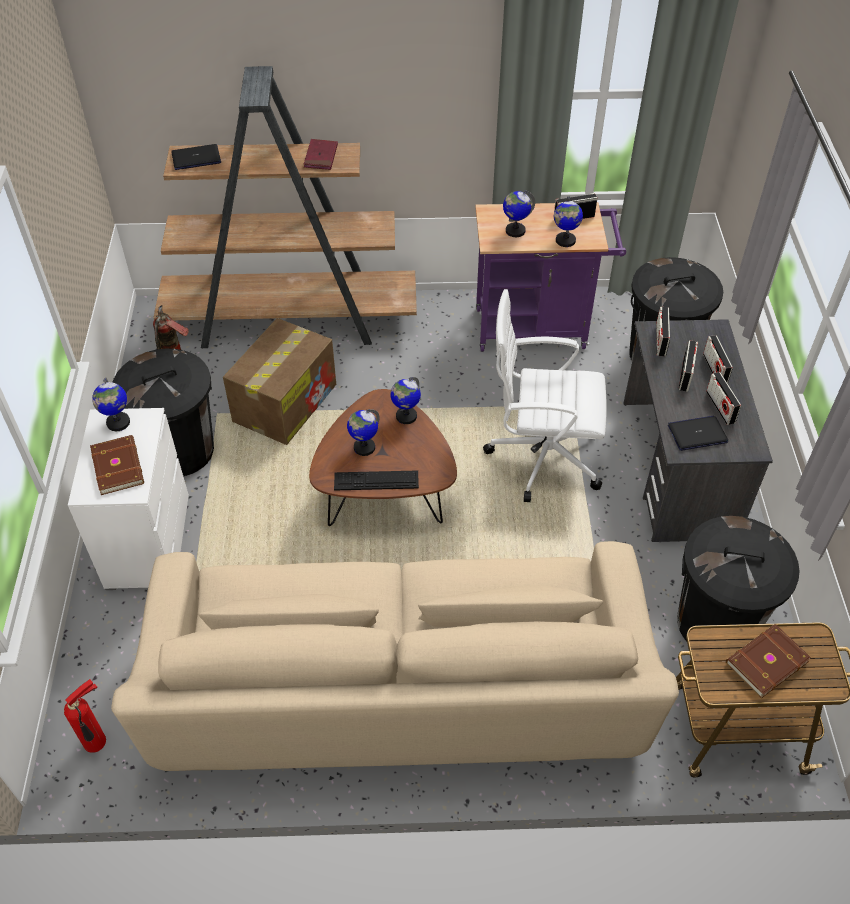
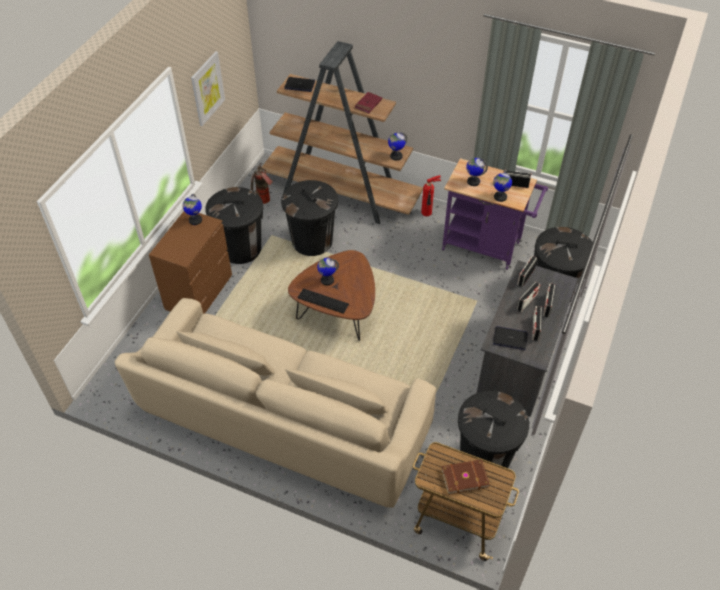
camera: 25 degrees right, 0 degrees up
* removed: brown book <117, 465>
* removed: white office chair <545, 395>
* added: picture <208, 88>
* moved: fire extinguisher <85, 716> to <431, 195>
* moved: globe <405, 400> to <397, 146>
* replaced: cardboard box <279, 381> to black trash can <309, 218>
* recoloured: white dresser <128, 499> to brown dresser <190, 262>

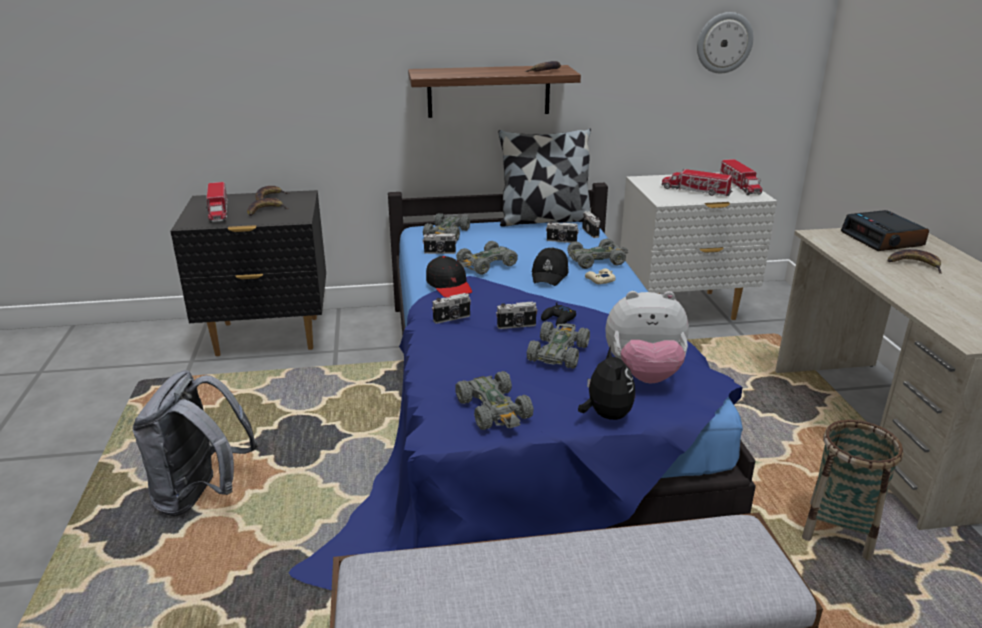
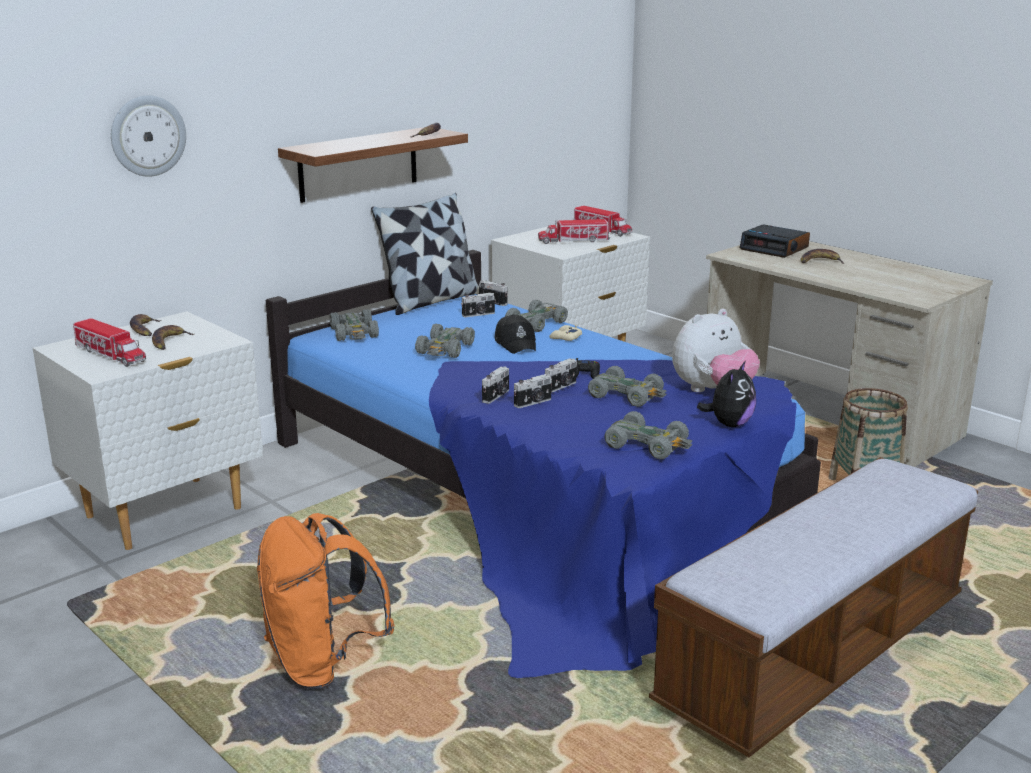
camera: 35 degrees left, 5 degrees down
* removed: black cap <449, 277>
* moved: photo camera <440, 243> to <533, 391>
* moved: wall clock <725, 42> to <148, 136>
* recoloured: grey backpack <196, 443> to orange backpack <326, 601>
* recoloured: black nightstand <248, 273> to white nightstand <148, 431>
* turned: grey toy car <558, 345> = <627, 386> 135 degrees clockwise
* turned: plush toy <607, 383> = <726, 394> 75 degrees clockwise

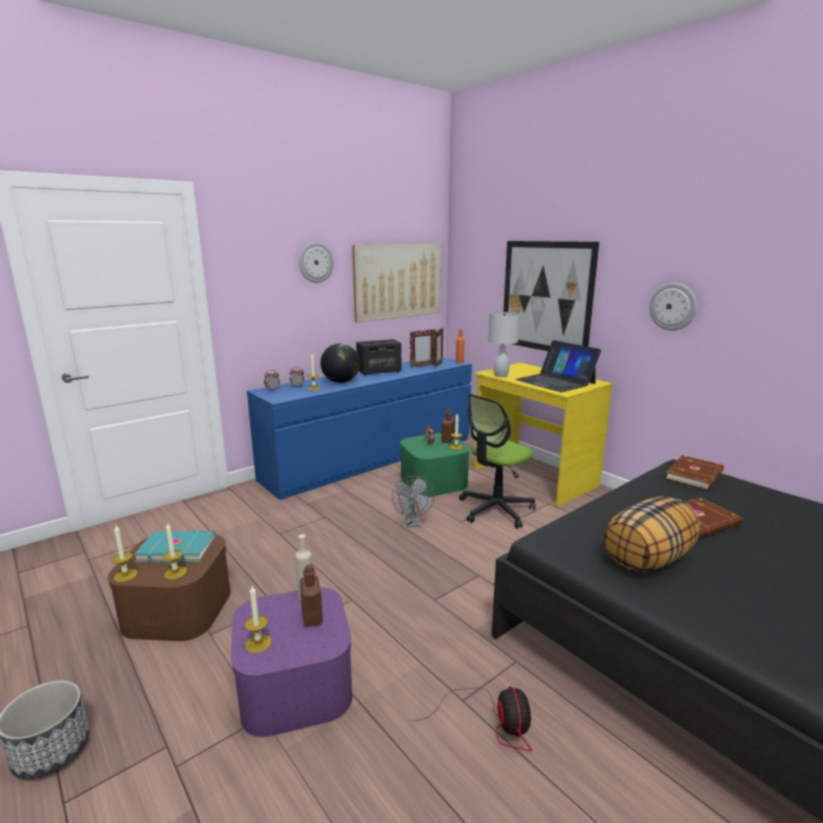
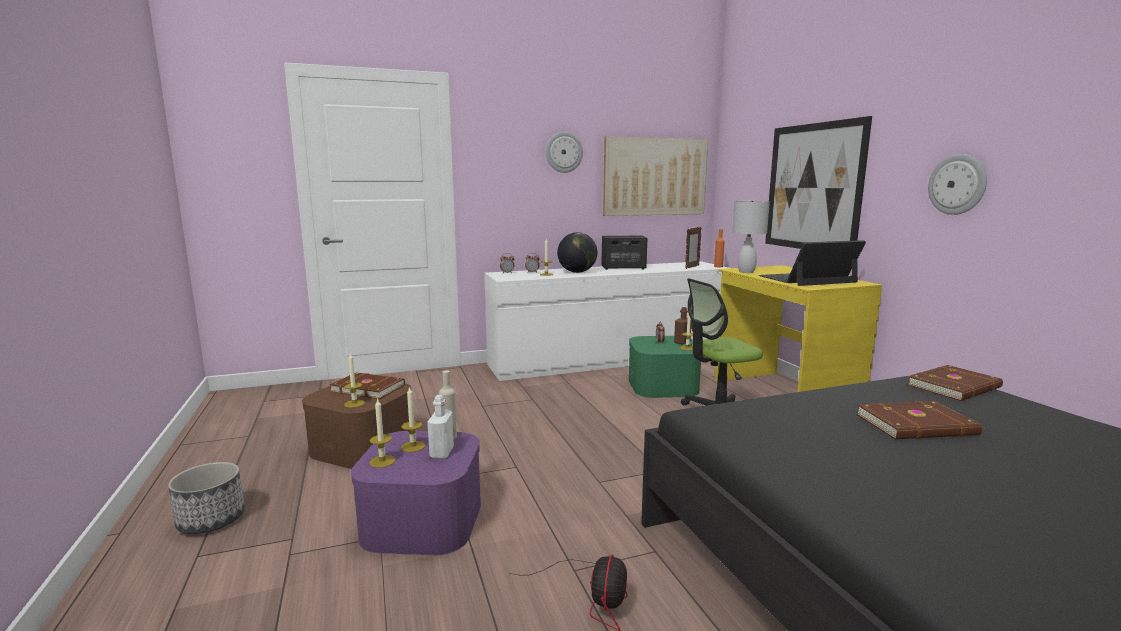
camera: 20 degrees right, 5 degrees down
* removed: grey fan <413, 501>
* removed: picture frame <422, 348>
* removed: pillow <651, 534>
* moved: candle <125, 553> to <413, 419>
* recoloured: turquoise book <175, 546> to brown book <367, 385>
* recoloured: blue dresser <359, 428> to white dresser <606, 321>
* recoloured: brown bottle <311, 595> to white bottle <440, 427>
* turned: laptop <558, 366> = <812, 263> 90 degrees clockwise

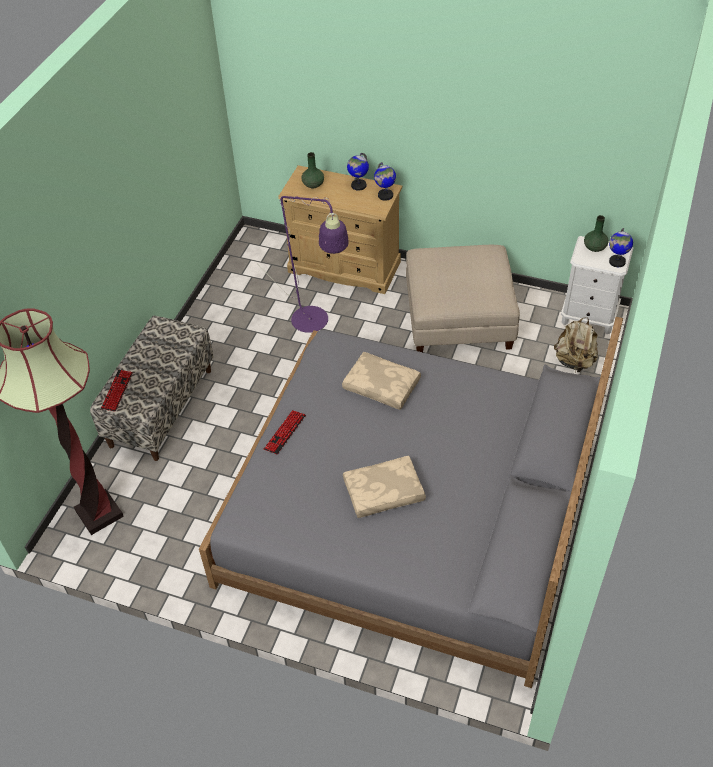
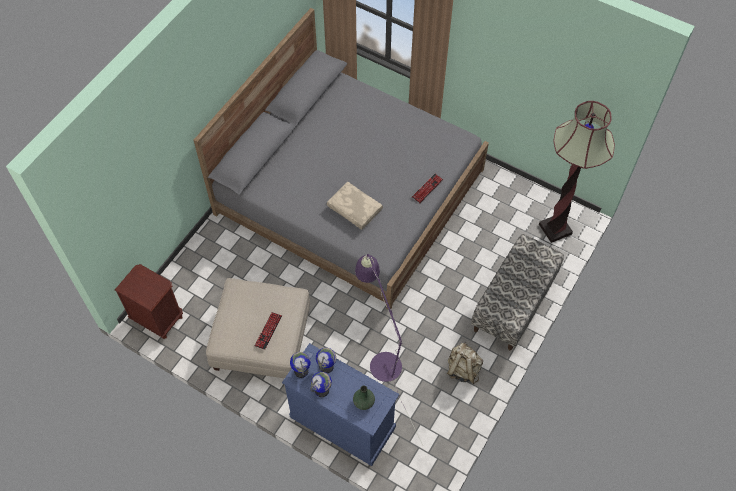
camera: 170 degrees left, 10 degrees up
* removed: beige pillow <384, 487>
* removed: green vase <596, 233>
* moved: keyboard <117, 390> to <268, 331>
* moved: beige backpack <576, 344> to <465, 363>
* moved: globe <621, 247> to <326, 360>
* recoloured: beige dresser <340, 229> to blue dresser <341, 404>
* recoloured: white nightstand <597, 285> to brown nightstand <149, 301>

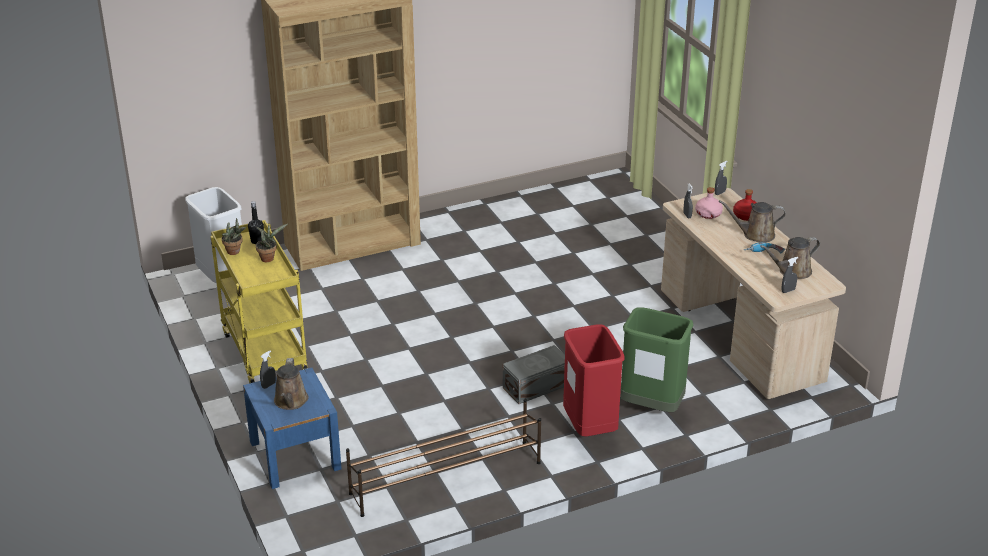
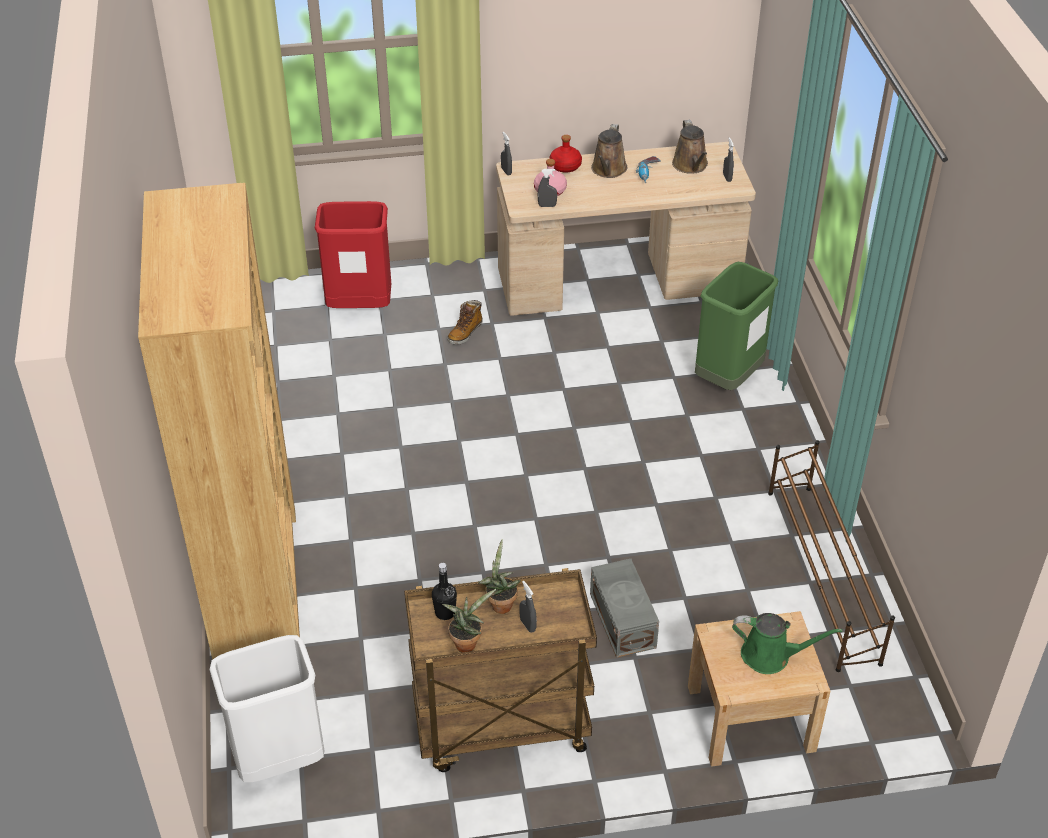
camera: 75 degrees left, 10 degrees up
* added: boot <465, 322>
* moved: grey spray bottle <268, 369> to <528, 606>
* moved: grey storage box <534, 374> to <624, 608>
* moved: red trash can <594, 380> to <352, 254>
* recoloured: yellow cart <259, 302> to brown cart <500, 670>
* recoloured: blue nightstand <292, 428> to beige nightstand <759, 689>
* recoloured: brown watering can <291, 384> to green watering can <787, 643>

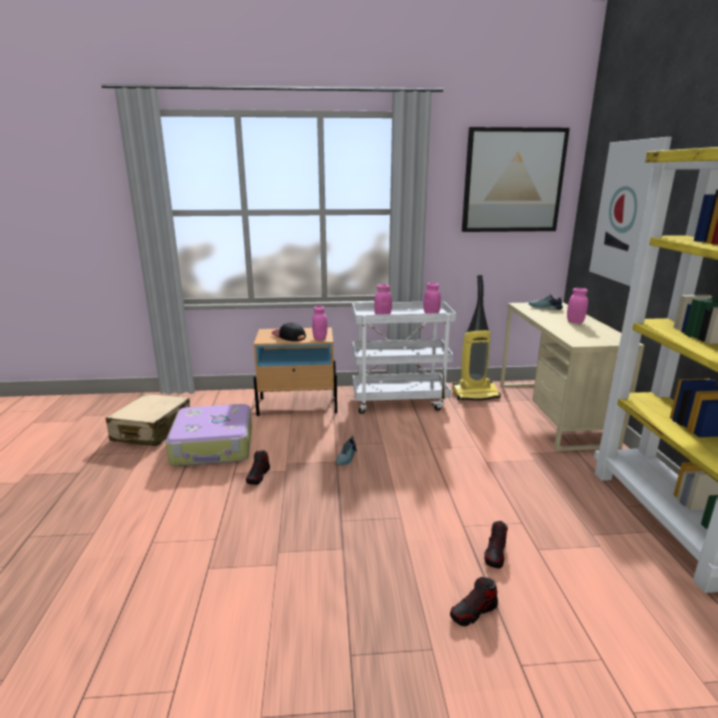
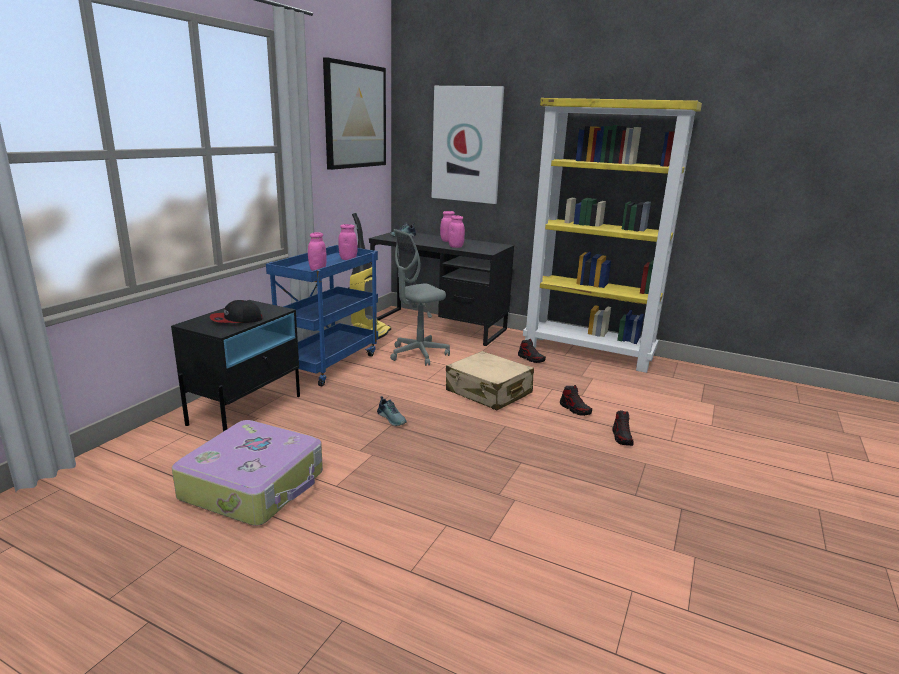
camera: 60 degrees left, 0 degrees up
* added: grey office chair <420, 297>
* moved: beige suitcase <148, 420> to <490, 380>
* moved: shoe <258, 467> to <532, 351>
* moved: pink jar <319, 323> to <456, 231>
* recoloured: beige nightstand <295, 371> to black nightstand <235, 366>
* recoloured: white cart <404, 357> to blue cart <322, 316>
* recoloured: beige desk <572, 376> to black desk <441, 289>

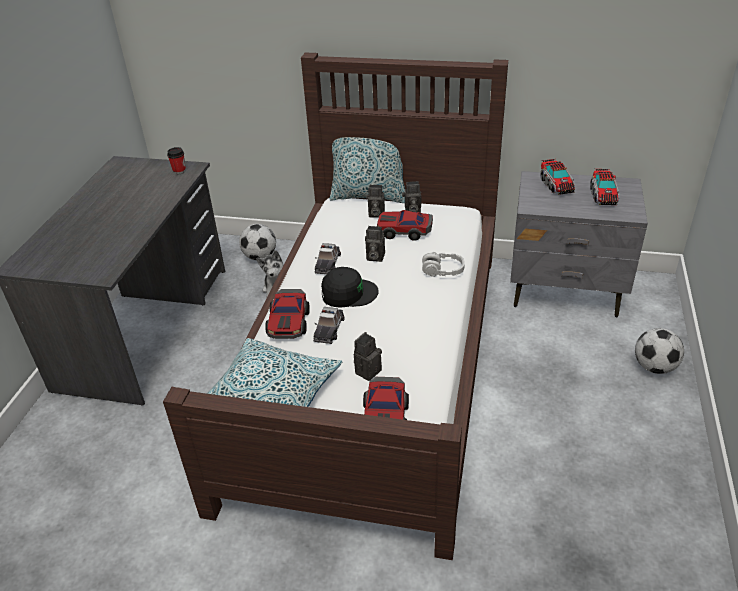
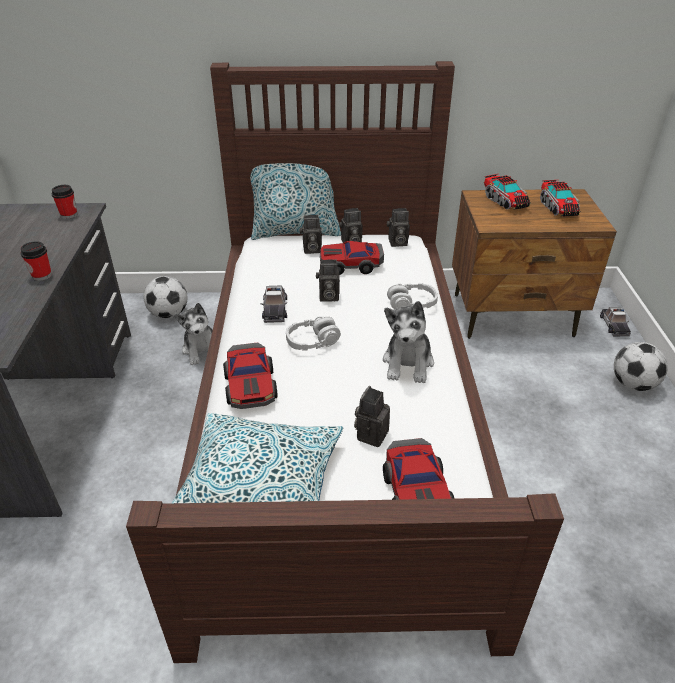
camera: 15 degrees left, 0 degrees up
* added: cup <36, 261>
* added: plush toy <408, 342>
* added: photo camera <398, 227>
* moved: toy car <329, 325> to <615, 321>
* replaced: black cap <350, 287> to grey headphones <313, 333>
* recoloured: grey nightstand <579, 244> to brown nightstand <534, 264>

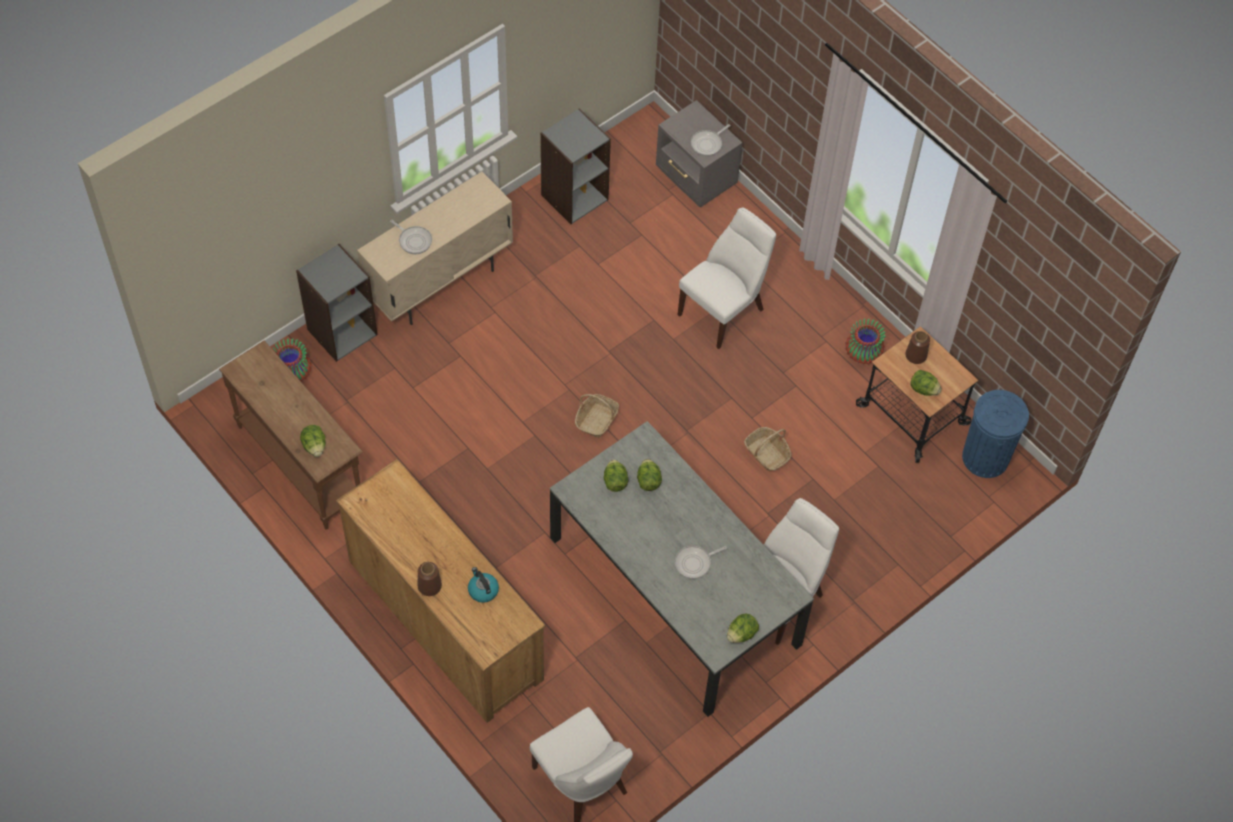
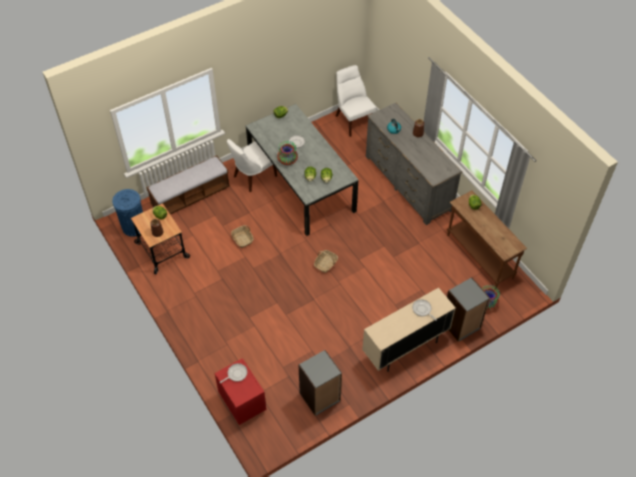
camera: 170 degrees left, 5 degrees down
* removed: white chair <727, 278>
* added: bench <188, 185>
* moved: vase <865, 341> to <287, 153>
* recoloured: brown dresser <441, 591> to grey dresser <414, 164>
* recoloured: grey nightstand <699, 153> to red nightstand <240, 391>

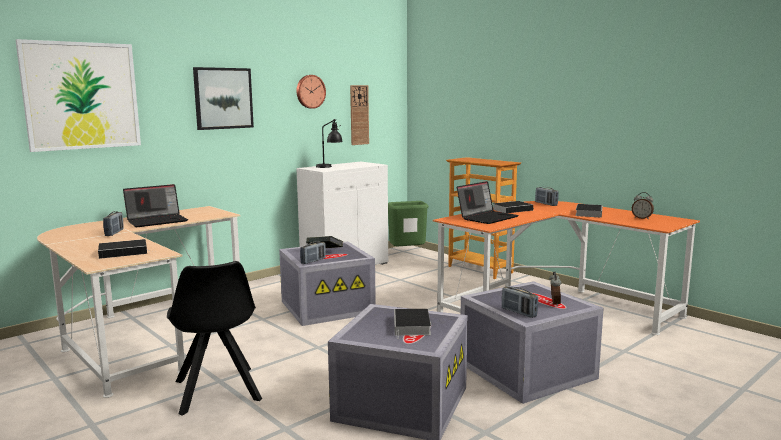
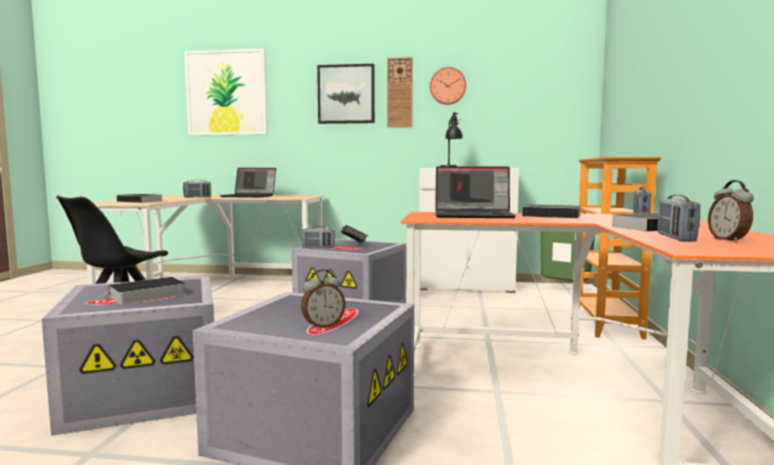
camera: 50 degrees right, 5 degrees down
* moved: wall clock <359, 115> to <400, 92>
* moved: radio <520, 302> to <679, 218>

